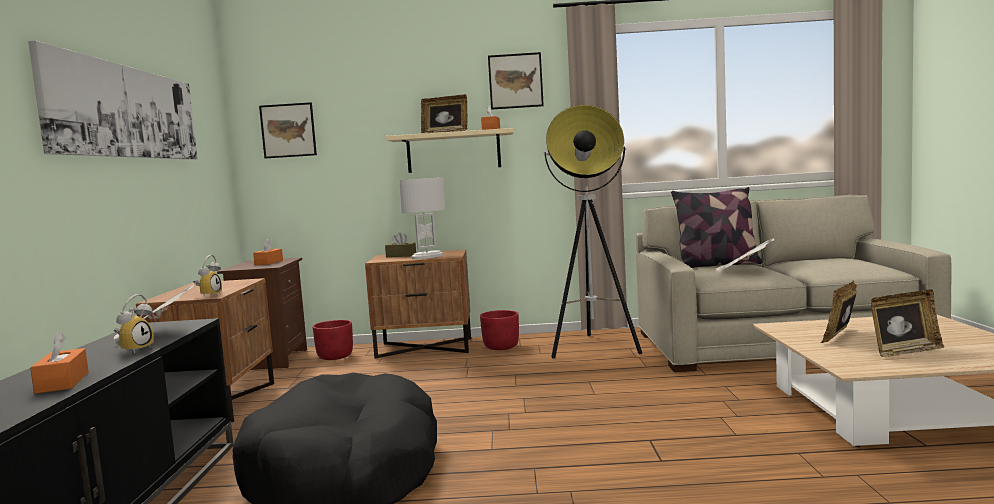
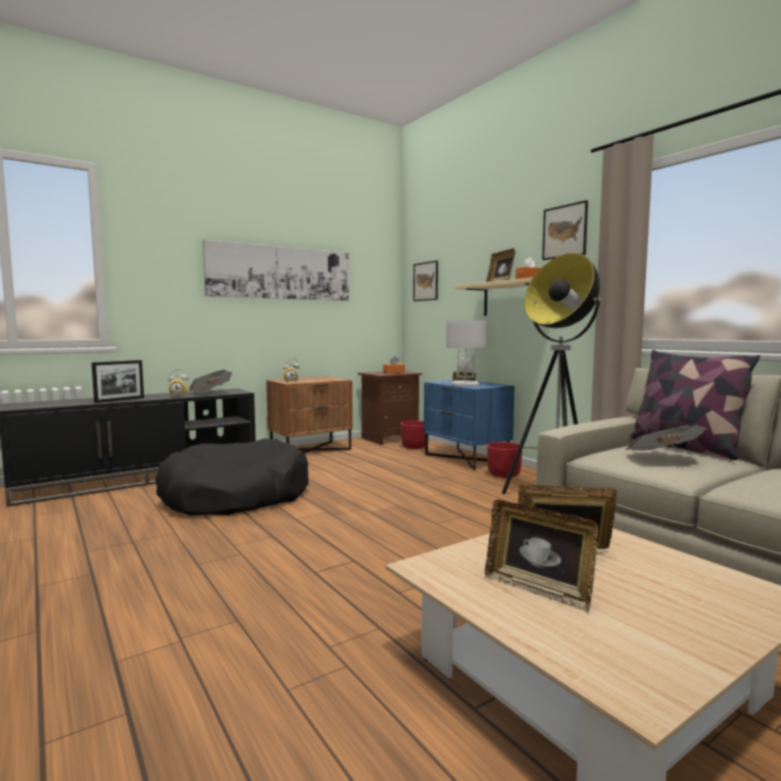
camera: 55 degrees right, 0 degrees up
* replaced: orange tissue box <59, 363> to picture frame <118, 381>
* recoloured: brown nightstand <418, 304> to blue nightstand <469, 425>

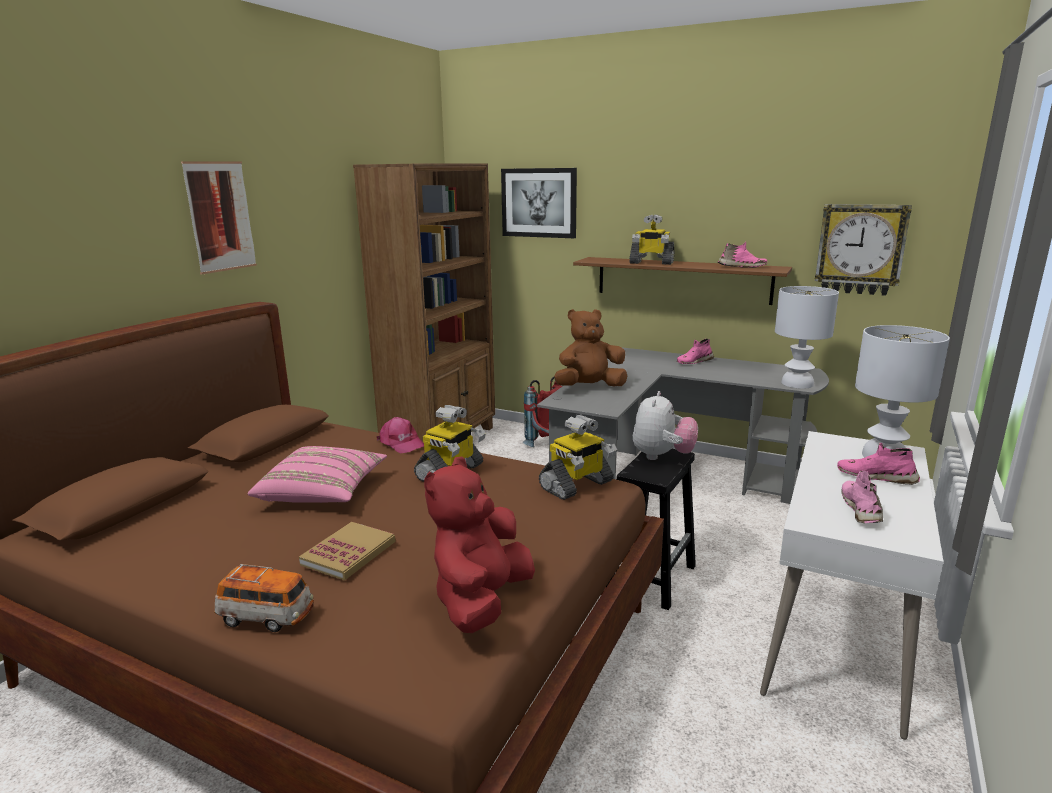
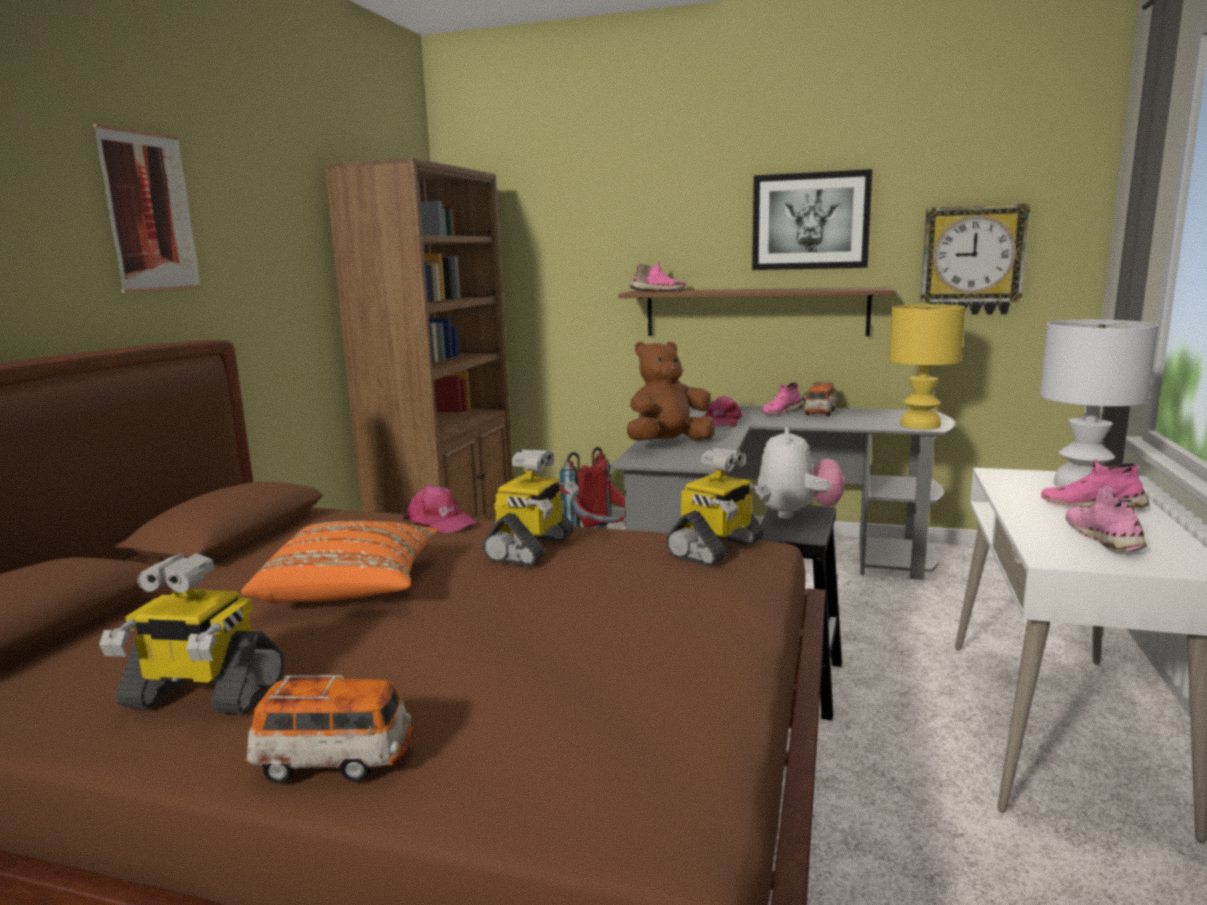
camera: 10 degrees left, 5 degrees down
* removed: book <347, 551>
* removed: red plush toy <479, 545>
* added: pink cap <723, 411>
* added: toy car <820, 398>
* moved: picture <539, 203> to <812, 219>
* moved: toy robot <651, 240> to <191, 633>
* moved: pink shoe <742, 255> to <658, 276>
* recoloured: pink pillow <317, 474> to orange pillow <340, 562>
* recoloured: white table lamp <807, 337> to yellow table lamp <927, 366>

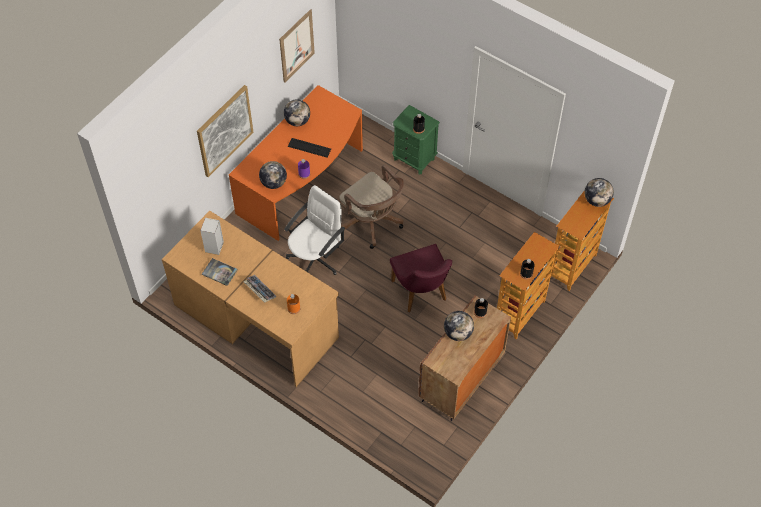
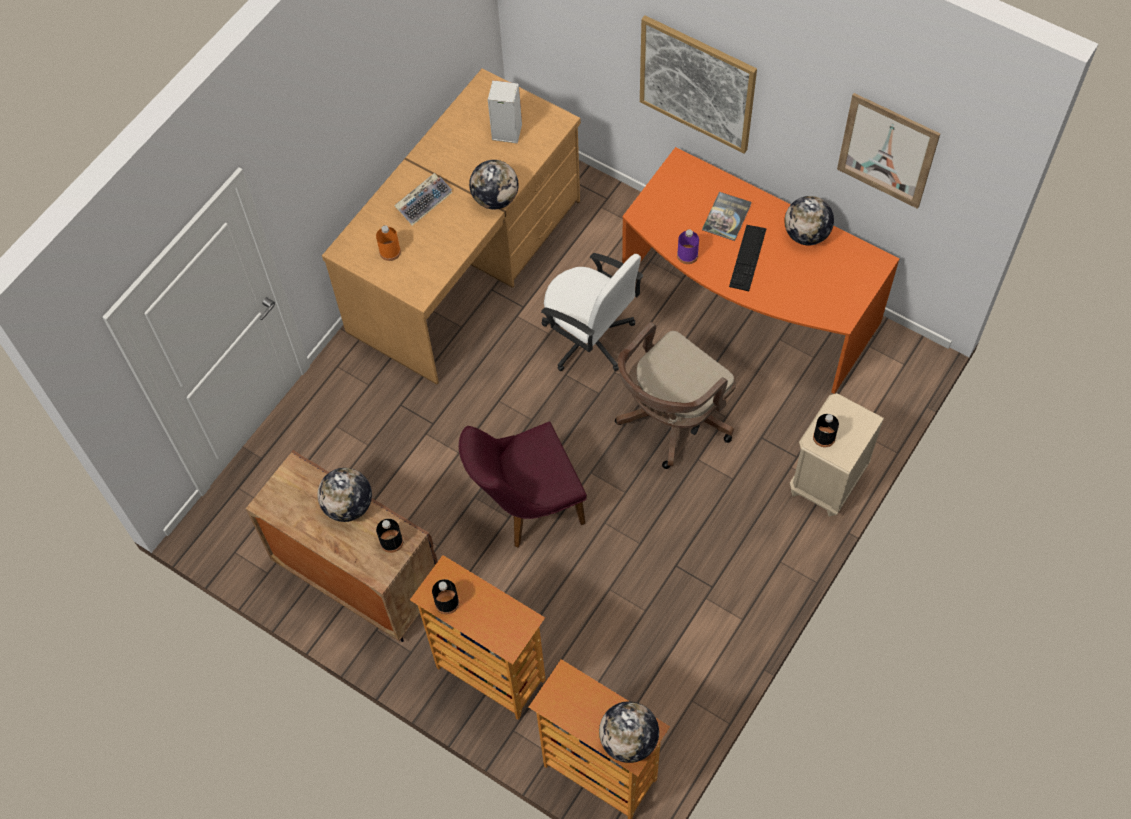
camera: 90 degrees right, 5 degrees up
* moved: book <220, 272> to <727, 216>
* moved: globe <273, 175> to <494, 184>
* recoloured: green nightstand <416, 140> to beige nightstand <837, 454>

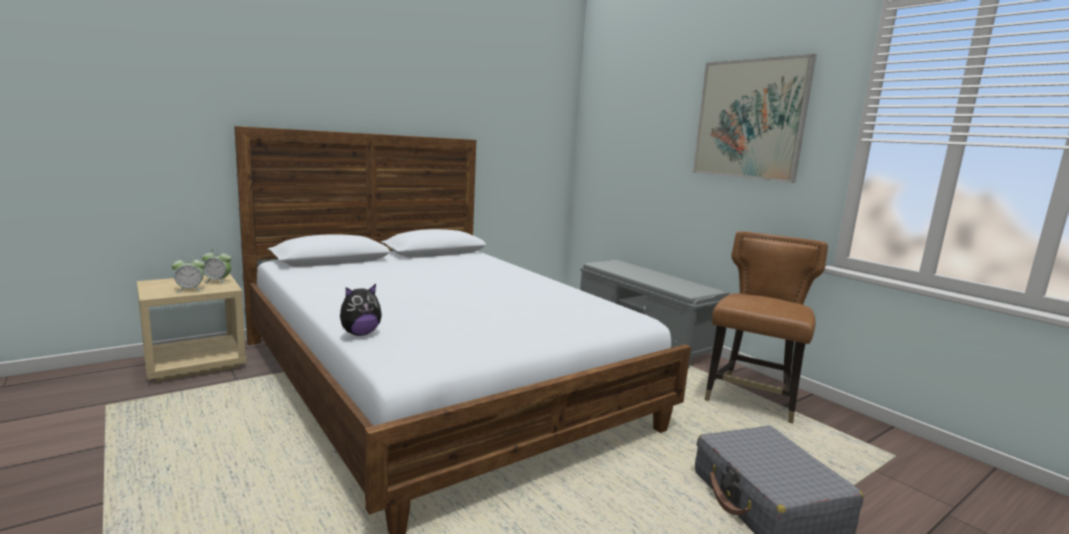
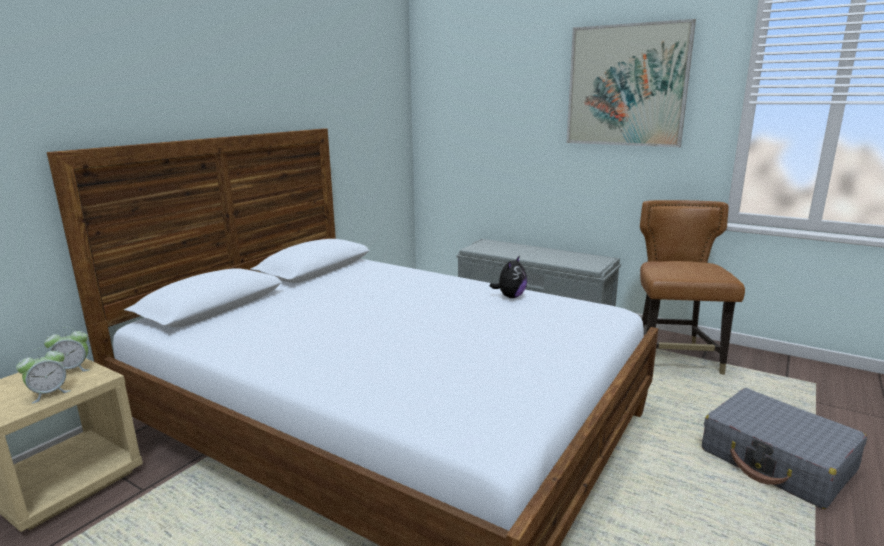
camera: 20 degrees left, 5 degrees up
* moved: plush toy <361, 310> to <508, 276>

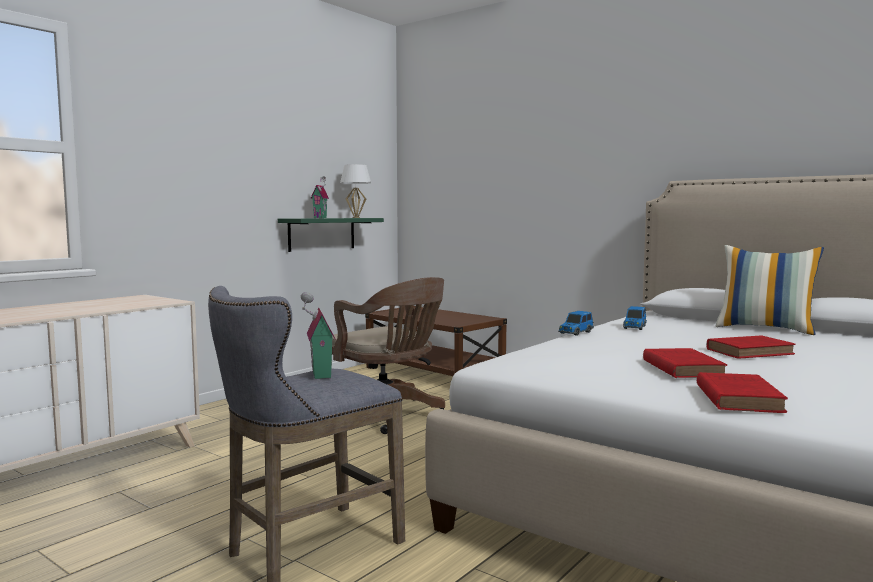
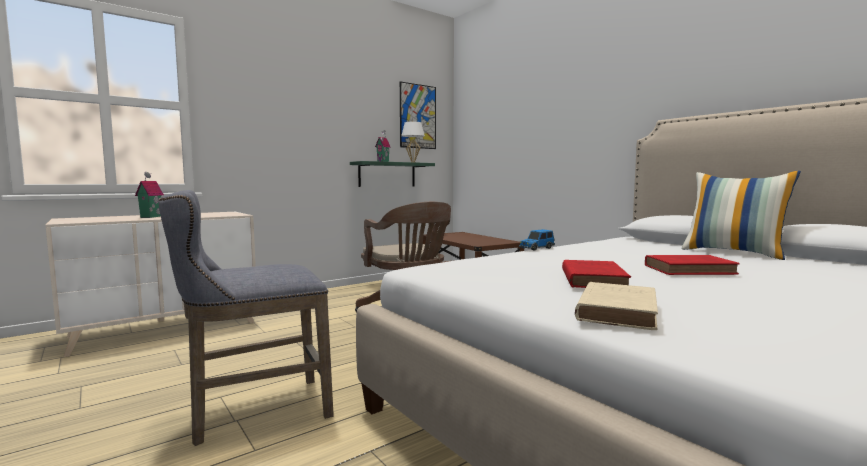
camera: 15 degrees right, 0 degrees up
* removed: toy car <635, 318>
* added: picture <418, 115>
* moved: toy house <318, 335> to <149, 195>
* recoloured: red book <742, 392> to beige book <616, 306>

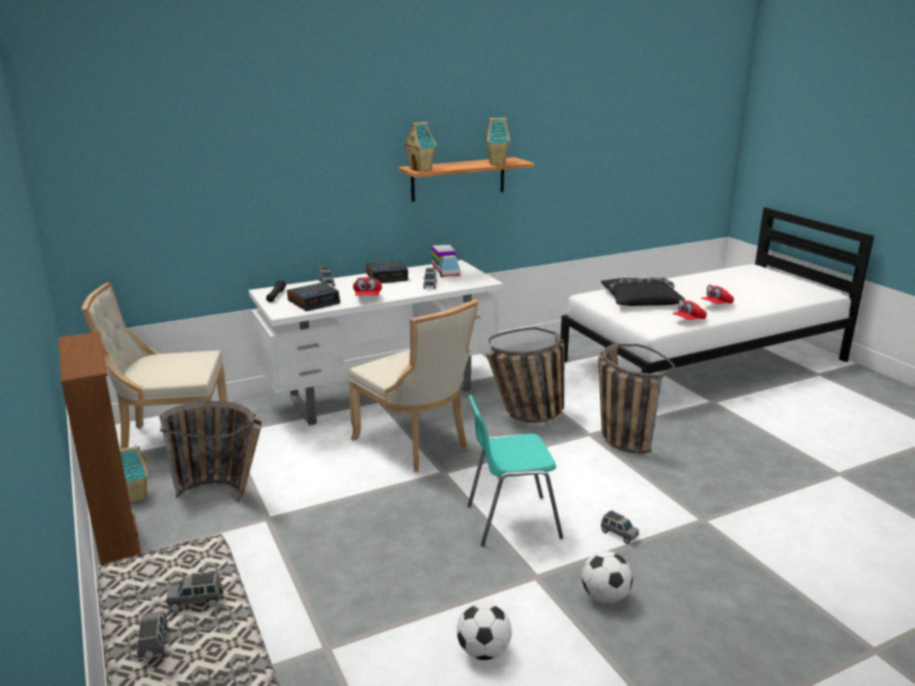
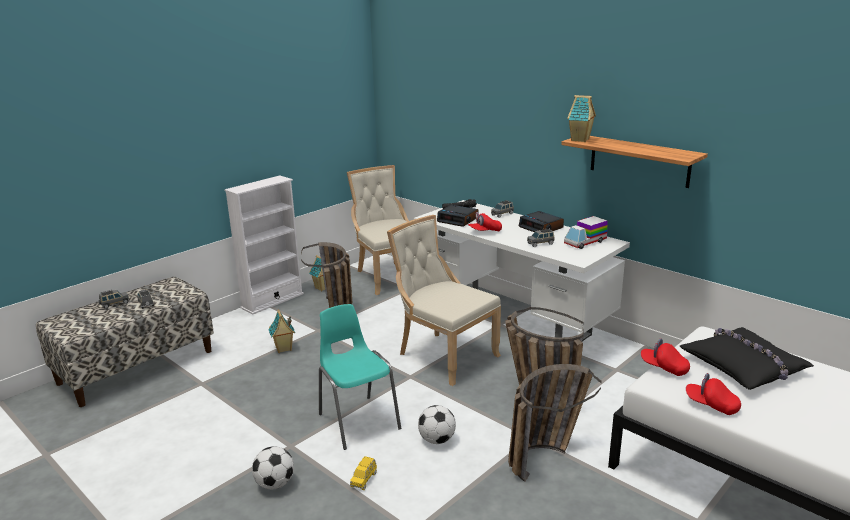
camera: 70 degrees right, 0 degrees up
* moved: football <484, 631> to <437, 424>
* moved: toy house <498, 141> to <281, 331>
* moved: red cap <717, 294> to <665, 357>
* recoloured: brown bookcase <100, 448> to white bookcase <264, 245>
* recoloured: grey toy car <620, 527> to yellow toy car <363, 473>
* turned: beige chair <413, 385> = <444, 300> 105 degrees clockwise

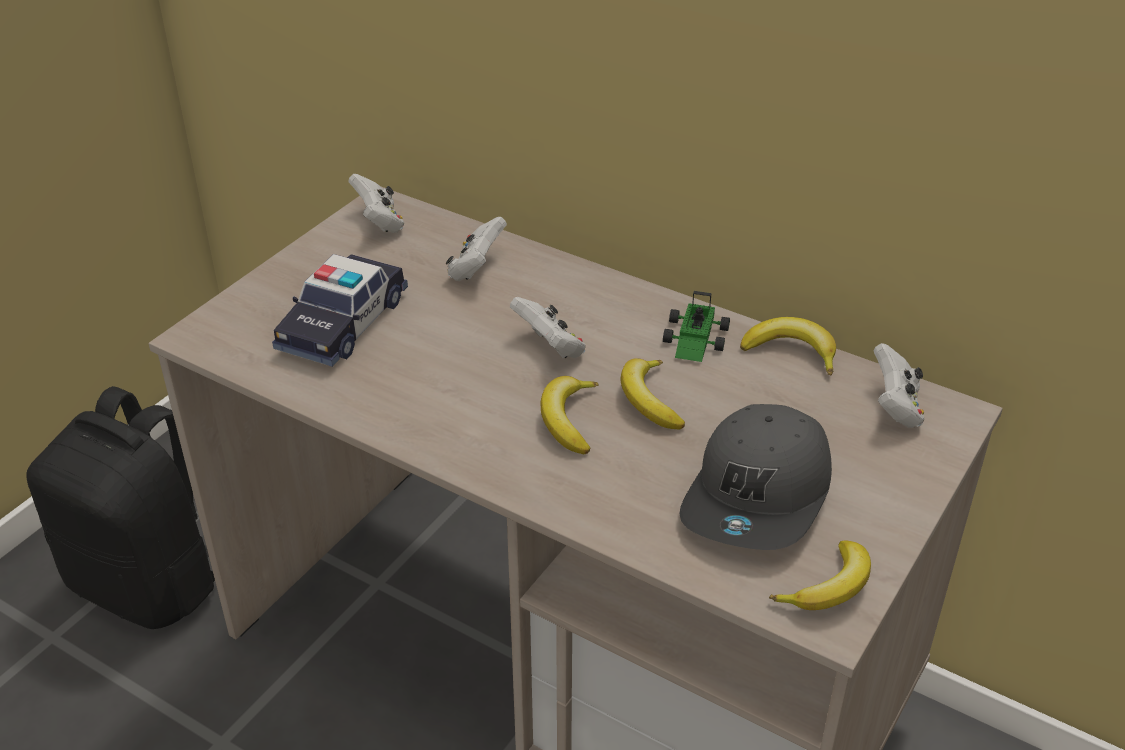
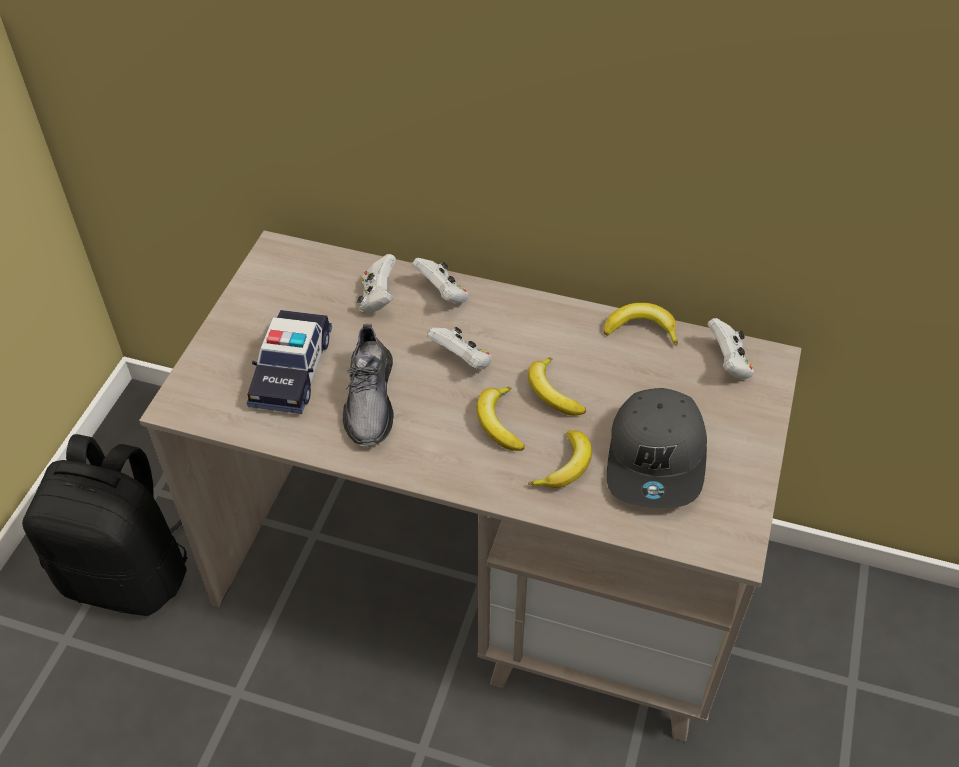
camera: 15 degrees left, 10 degrees up
* removed: toy car <696, 326>
* added: grey shoe <368, 385>
* moved: white game controller <376, 203> to <440, 281>
* moved: banana <820, 575> to <560, 459>

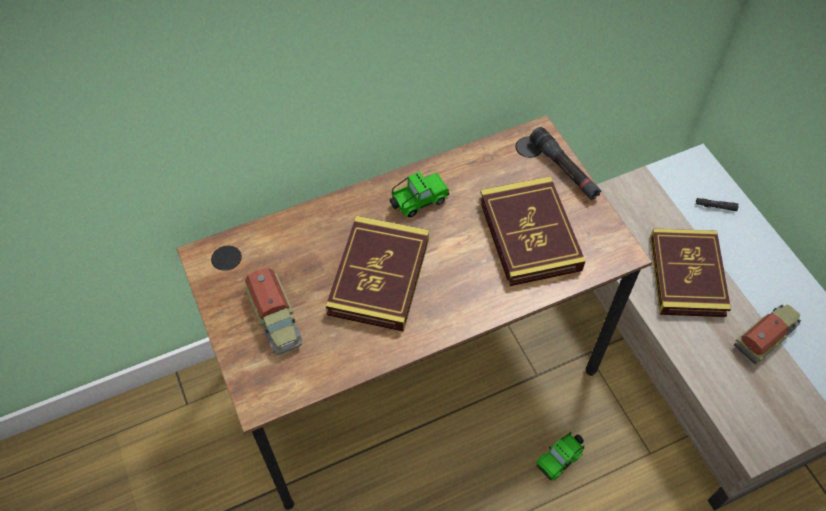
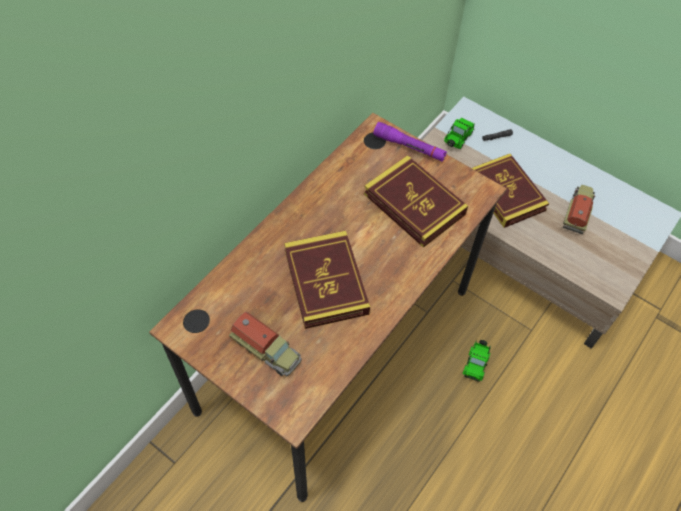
camera: 30 degrees left, 0 degrees up
* moved: toy car <419, 194> to <459, 133>
* recoloured: black flashlight <565, 163> to purple flashlight <410, 142>

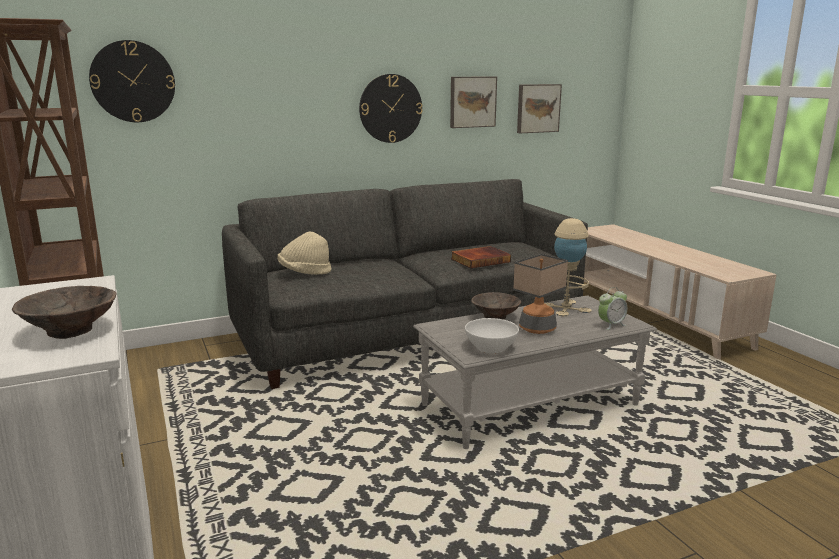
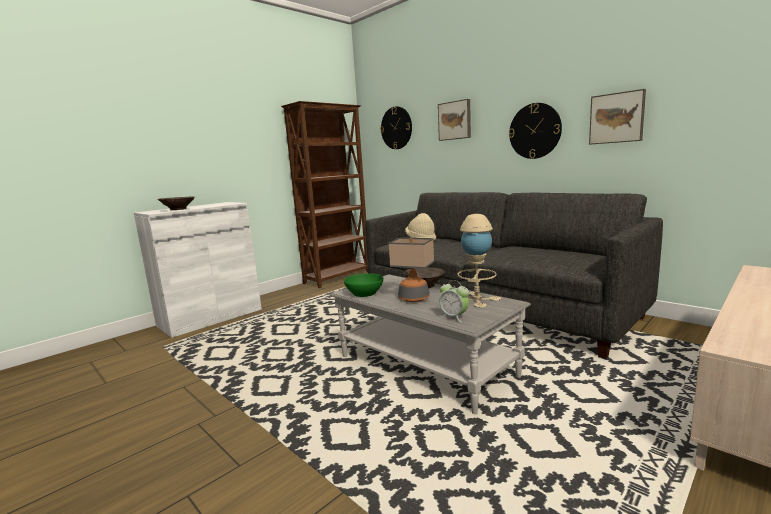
camera: 70 degrees right, 5 degrees down
* removed: book <481, 257>
* moved: picture <539, 108> to <454, 120>
* recoloured: white bowl <492, 335> to green bowl <363, 285>

